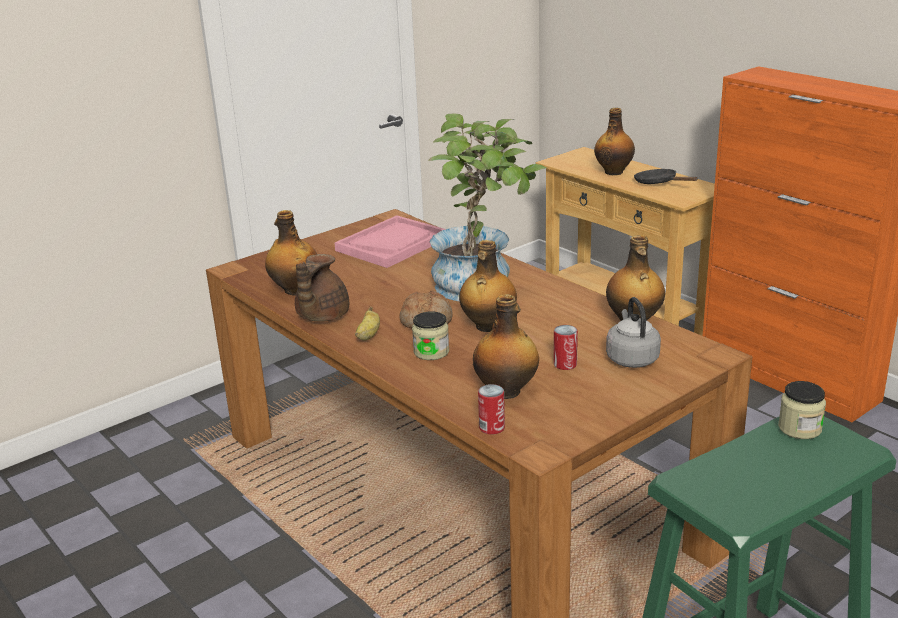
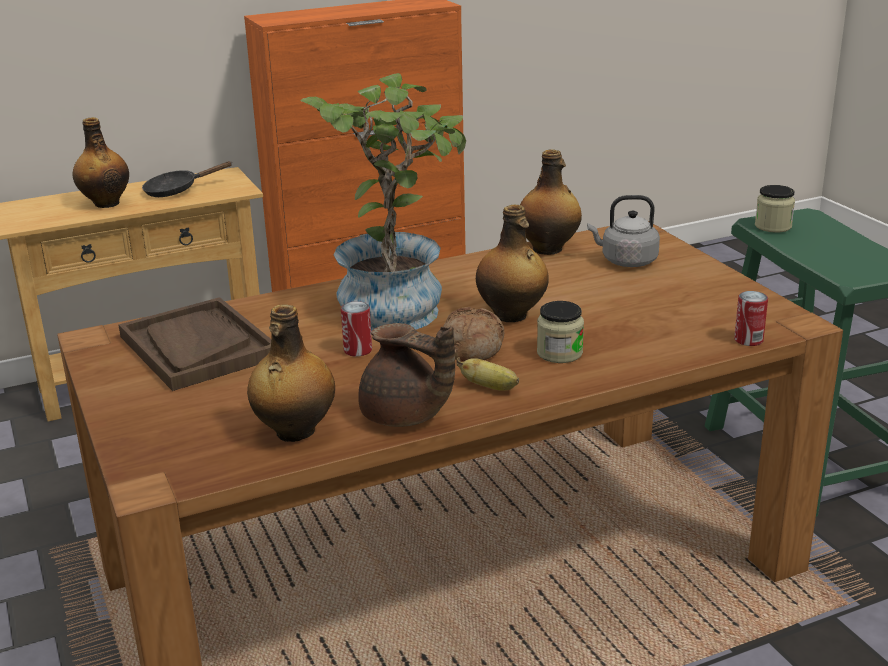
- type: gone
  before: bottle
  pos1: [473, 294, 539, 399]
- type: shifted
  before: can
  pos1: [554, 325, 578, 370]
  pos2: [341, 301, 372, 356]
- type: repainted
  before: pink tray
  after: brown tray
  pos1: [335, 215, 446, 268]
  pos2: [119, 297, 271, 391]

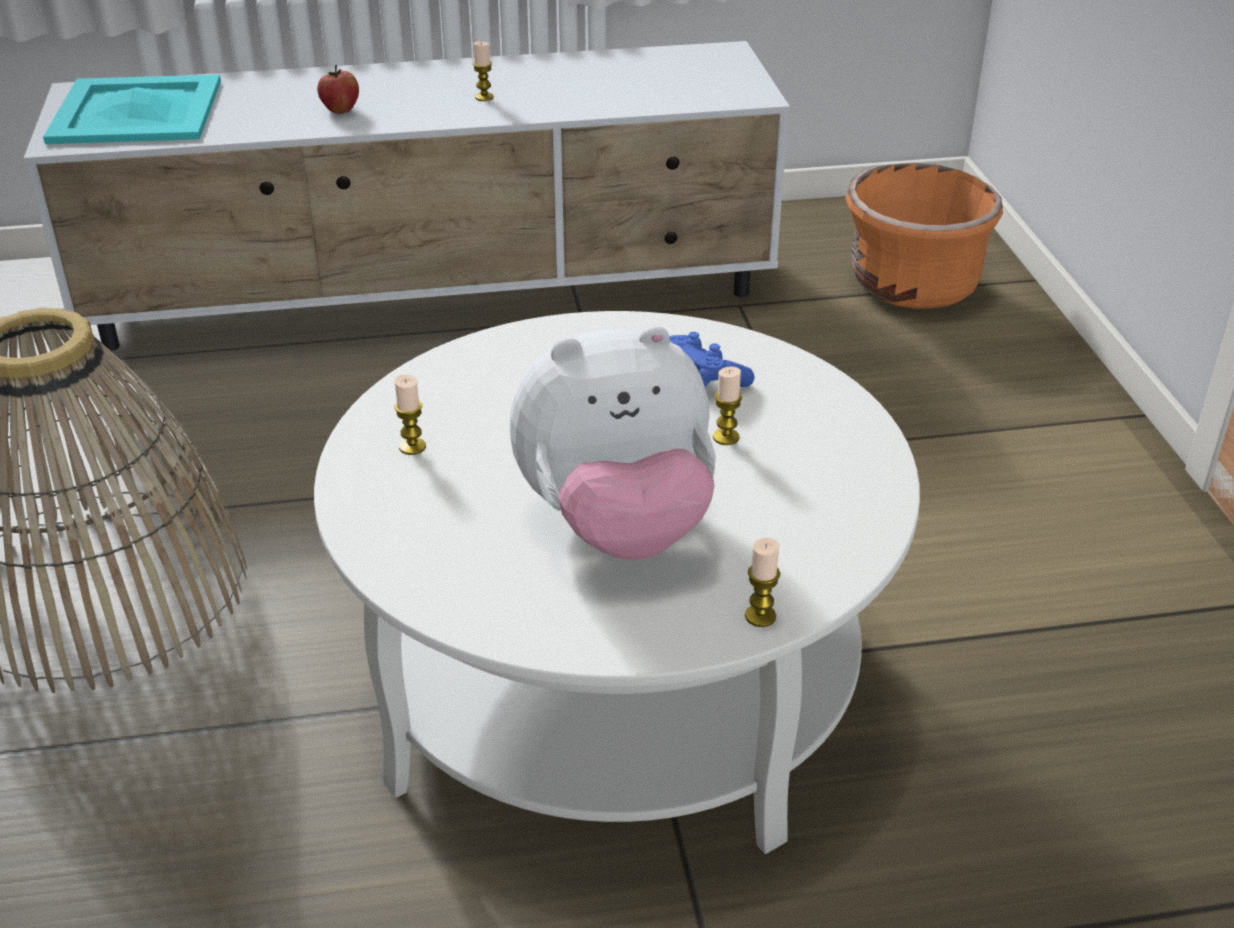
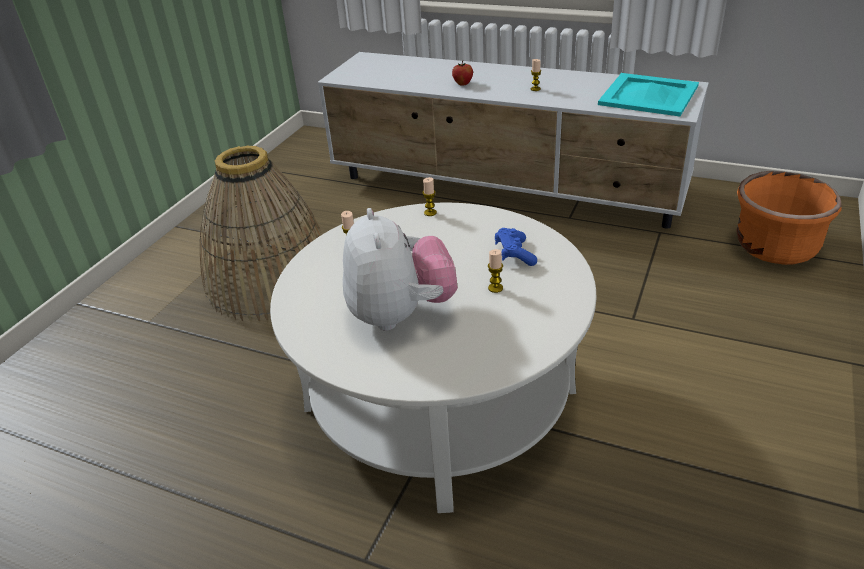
- type: shifted
  before: turquoise tray
  pos1: [43, 74, 221, 144]
  pos2: [598, 73, 699, 116]
- type: shifted
  before: candle
  pos1: [745, 538, 780, 627]
  pos2: [422, 177, 437, 216]
- type: rotated
  before: plush toy
  pos1: [509, 325, 716, 560]
  pos2: [343, 208, 458, 331]
  turn: -120

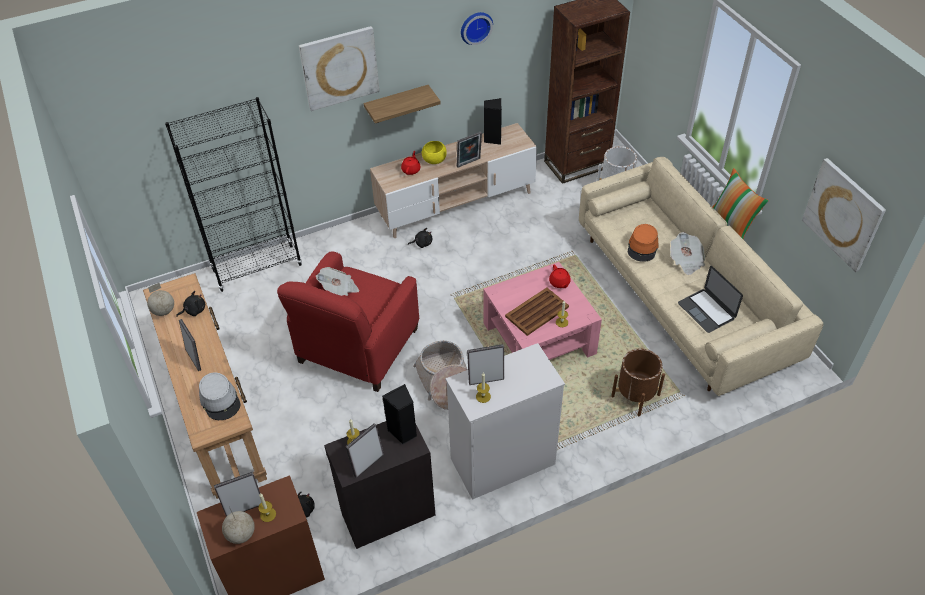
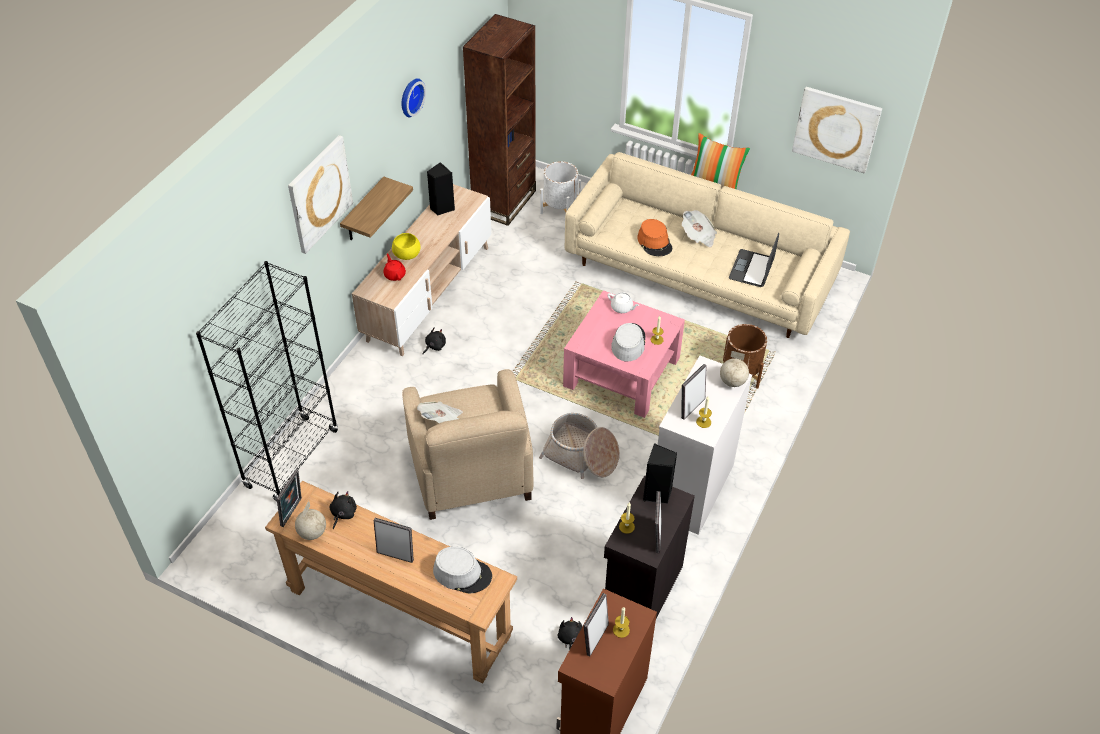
- type: shifted
  before: globe
  pos1: [222, 507, 255, 544]
  pos2: [720, 351, 749, 387]
- type: shifted
  before: picture frame
  pos1: [457, 131, 482, 168]
  pos2: [277, 469, 302, 527]
- type: swapped
  before: brown tray
  after: grey hat
  pos1: [505, 287, 569, 336]
  pos2: [611, 323, 645, 362]
- type: repainted
  before: red armchair
  after: beige armchair
  pos1: [277, 251, 419, 392]
  pos2: [402, 369, 533, 520]
- type: repainted
  before: red teapot
  after: white teapot
  pos1: [549, 265, 571, 288]
  pos2: [608, 292, 639, 313]
- type: rotated
  before: laptop
  pos1: [678, 266, 743, 333]
  pos2: [729, 232, 779, 287]
  turn: 90

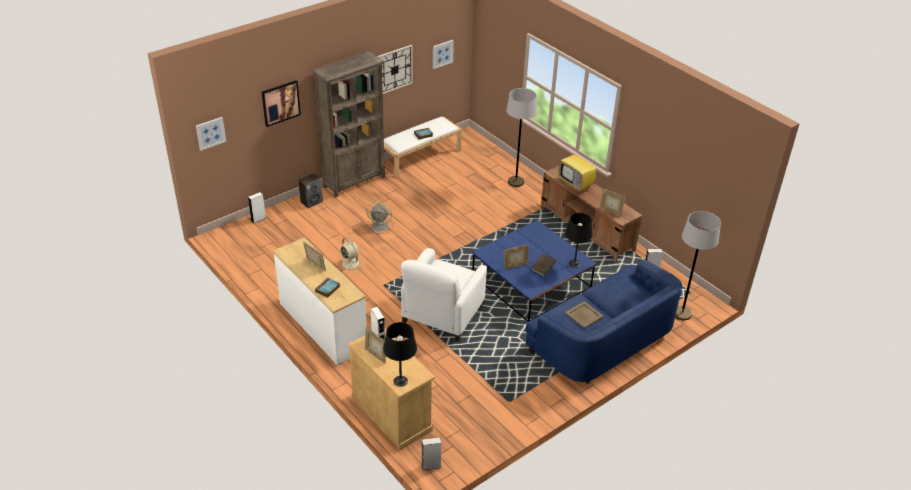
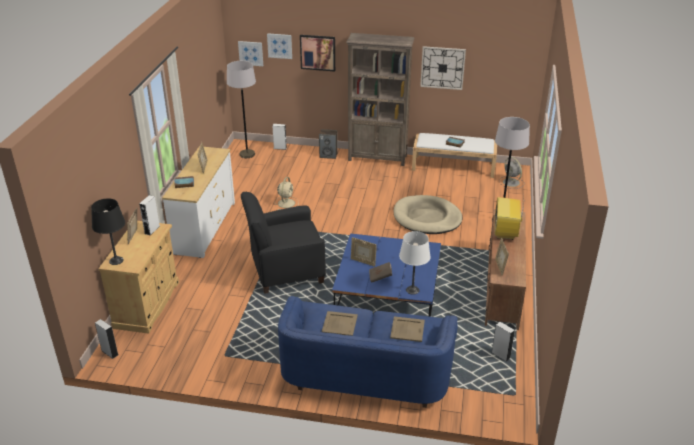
- type: new
  after: beige tray
  pos2: [390, 316, 425, 342]
- type: new
  after: beige dog bed
  pos2: [394, 195, 462, 234]
- type: shifted
  before: grey fan
  pos1: [366, 202, 393, 234]
  pos2: [499, 157, 525, 189]
- type: shifted
  before: picture
  pos1: [433, 40, 454, 69]
  pos2: [267, 33, 292, 59]
- type: shifted
  before: grey floor lamp
  pos1: [675, 211, 721, 320]
  pos2: [227, 61, 256, 158]
- type: repainted
  before: white armchair
  after: black armchair
  pos1: [401, 248, 487, 342]
  pos2: [241, 192, 326, 294]
- type: repainted
  before: black table lamp
  after: white table lamp
  pos1: [565, 213, 592, 268]
  pos2: [399, 231, 430, 295]

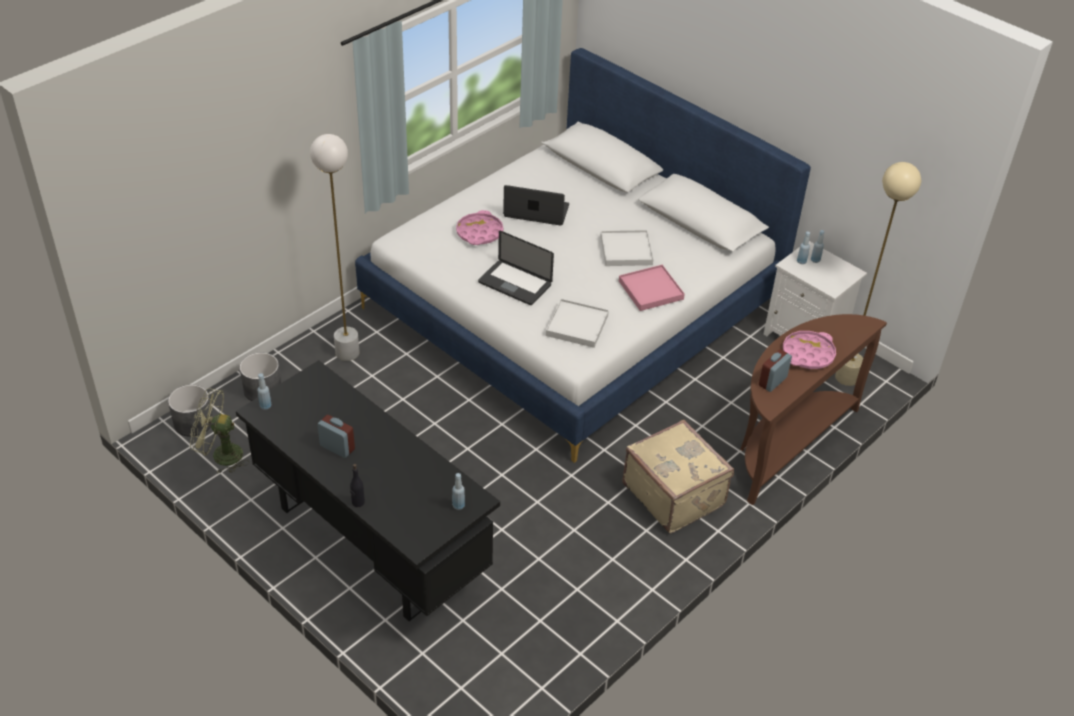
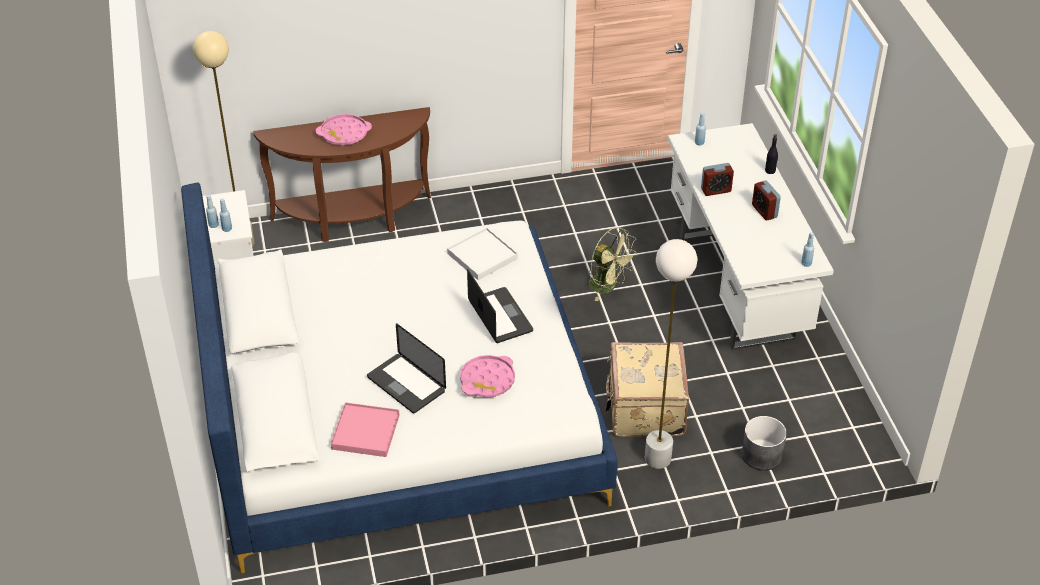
- type: gone
  before: grey planter
  pos1: [168, 385, 213, 437]
- type: gone
  before: white tray
  pos1: [600, 230, 653, 266]
- type: shifted
  before: green fan
  pos1: [190, 388, 249, 474]
  pos2: [589, 227, 636, 301]
- type: shifted
  before: pink tray
  pos1: [619, 265, 685, 311]
  pos2: [331, 402, 400, 457]
- type: shifted
  before: beige suitcase
  pos1: [622, 420, 734, 534]
  pos2: [605, 342, 689, 437]
- type: shifted
  before: alarm clock
  pos1: [759, 349, 792, 392]
  pos2: [701, 163, 734, 196]
- type: repainted
  before: black desk
  after: white desk
  pos1: [236, 360, 500, 622]
  pos2: [668, 123, 834, 350]

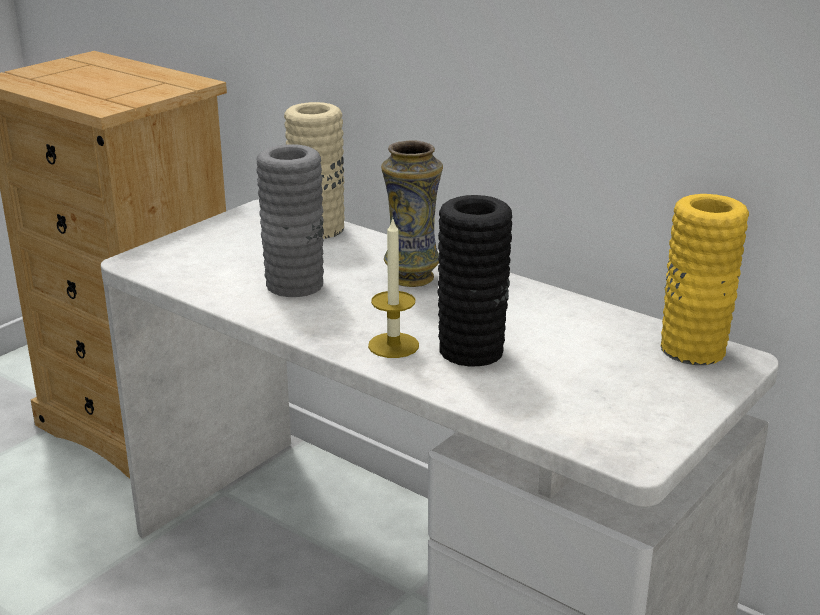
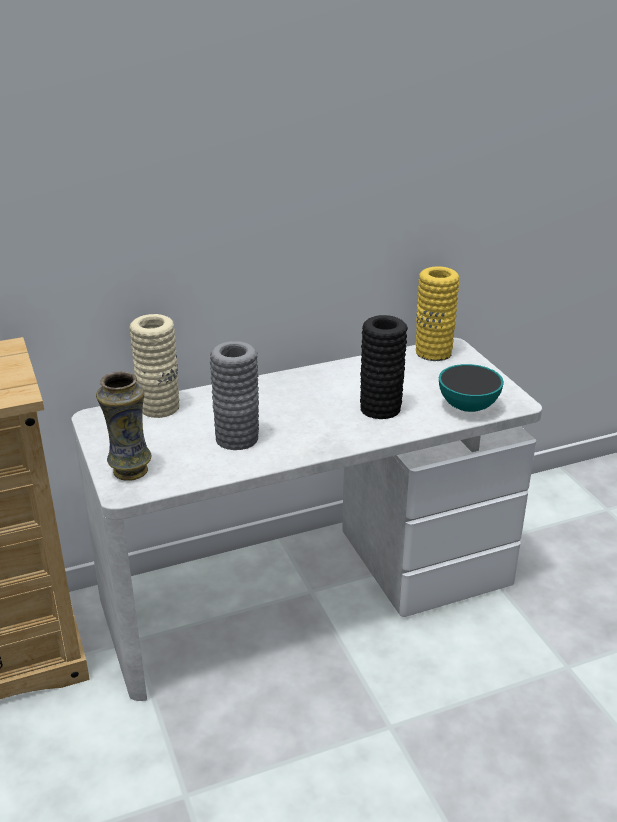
- type: gone
  before: candle
  pos1: [368, 217, 419, 358]
- type: new
  after: bowl
  pos2: [439, 364, 504, 412]
- type: shifted
  before: vase
  pos1: [381, 140, 443, 287]
  pos2: [96, 372, 151, 481]

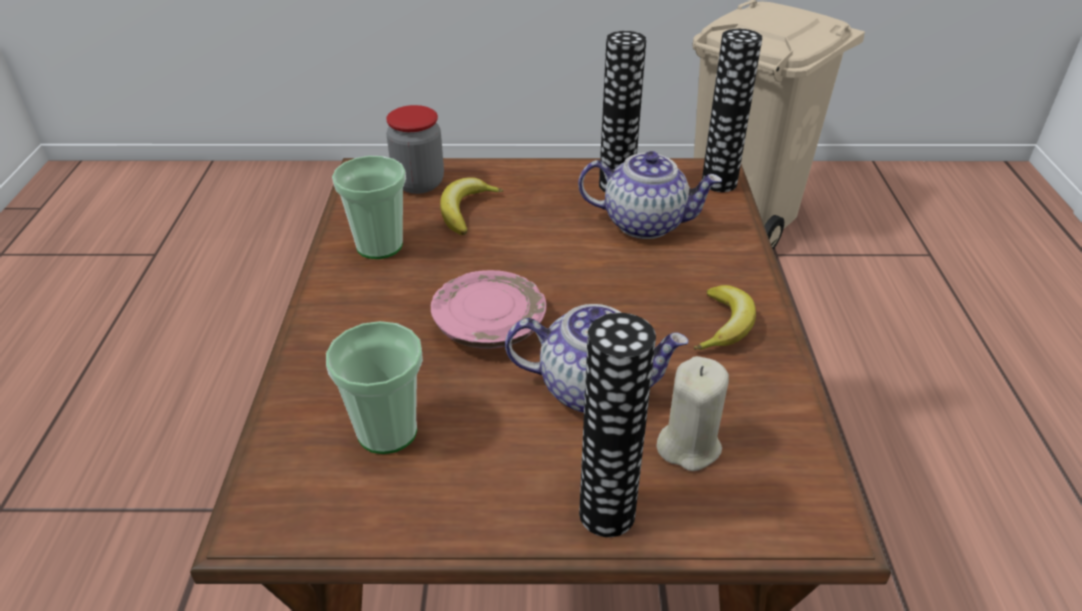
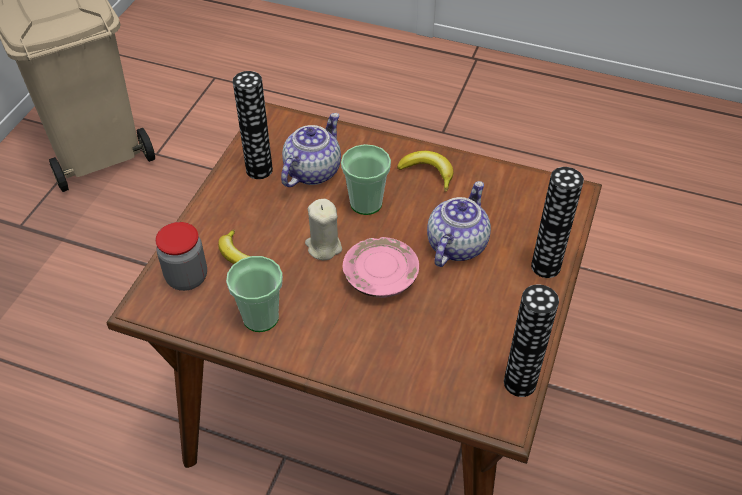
- type: shifted
  before: cup
  pos1: [326, 321, 423, 454]
  pos2: [341, 144, 391, 215]
- type: shifted
  before: beige candle
  pos1: [656, 356, 729, 471]
  pos2: [305, 199, 342, 260]
- type: shifted
  before: vase
  pos1: [702, 29, 762, 192]
  pos2: [504, 284, 559, 397]

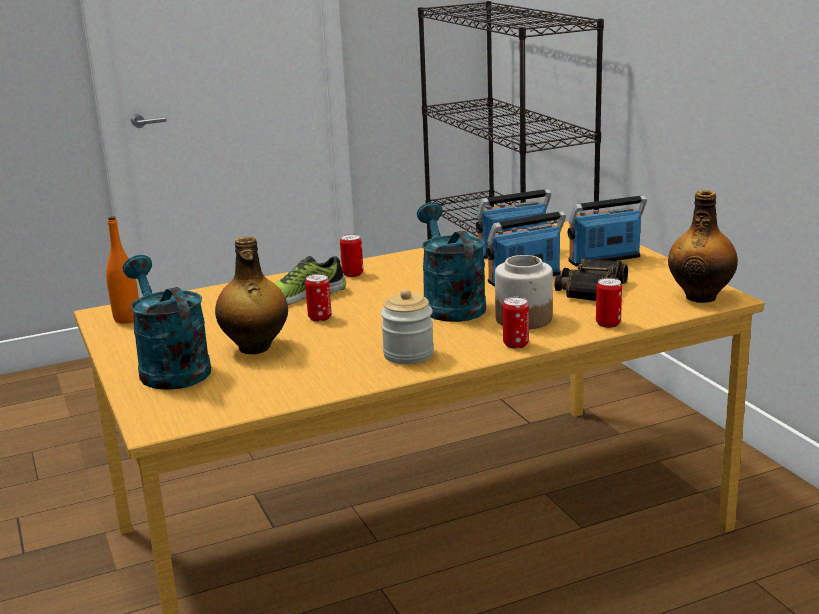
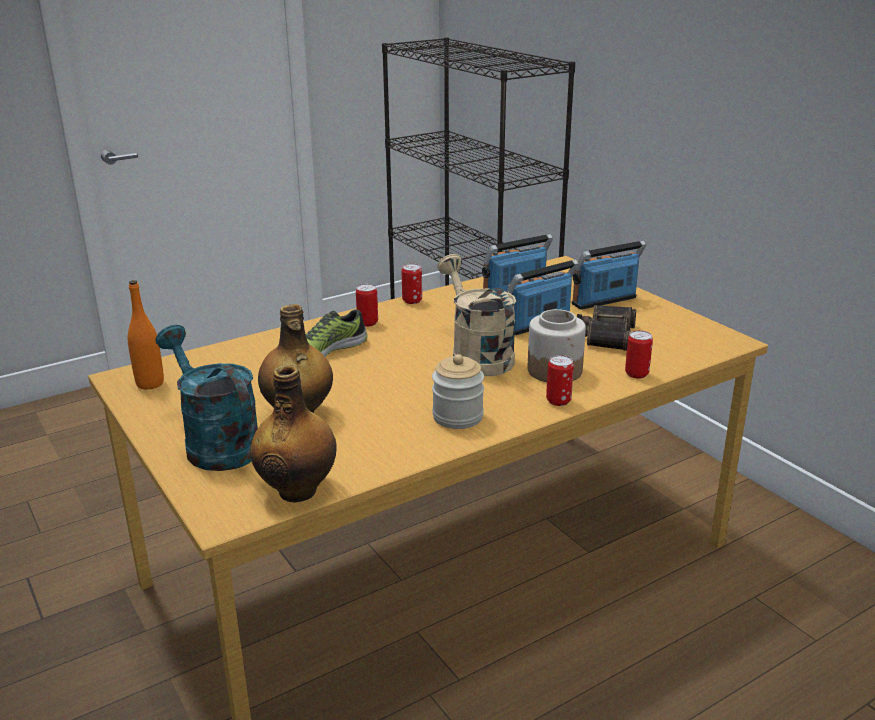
- type: shifted
  before: can
  pos1: [305, 274, 332, 322]
  pos2: [402, 264, 422, 304]
- type: shifted
  before: bottle
  pos1: [668, 190, 738, 303]
  pos2: [250, 365, 337, 503]
- type: repainted
  before: turquoise watering can
  after: beige watering can
  pos1: [417, 202, 486, 322]
  pos2: [437, 254, 516, 376]

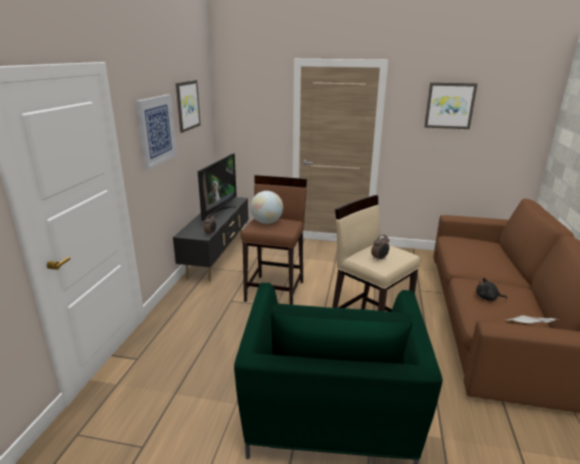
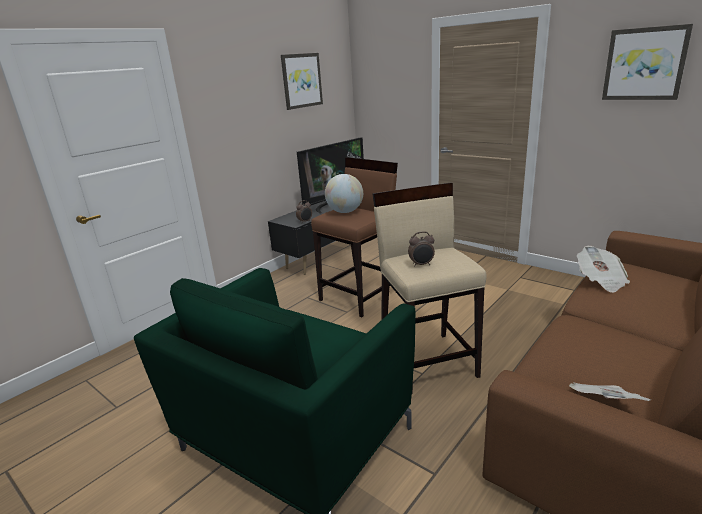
- type: gone
  before: picture
  pos1: [136, 94, 177, 170]
- type: gone
  before: black plush toy
  pos1: [476, 278, 507, 301]
- type: new
  after: newspaper
  pos2: [577, 246, 630, 293]

